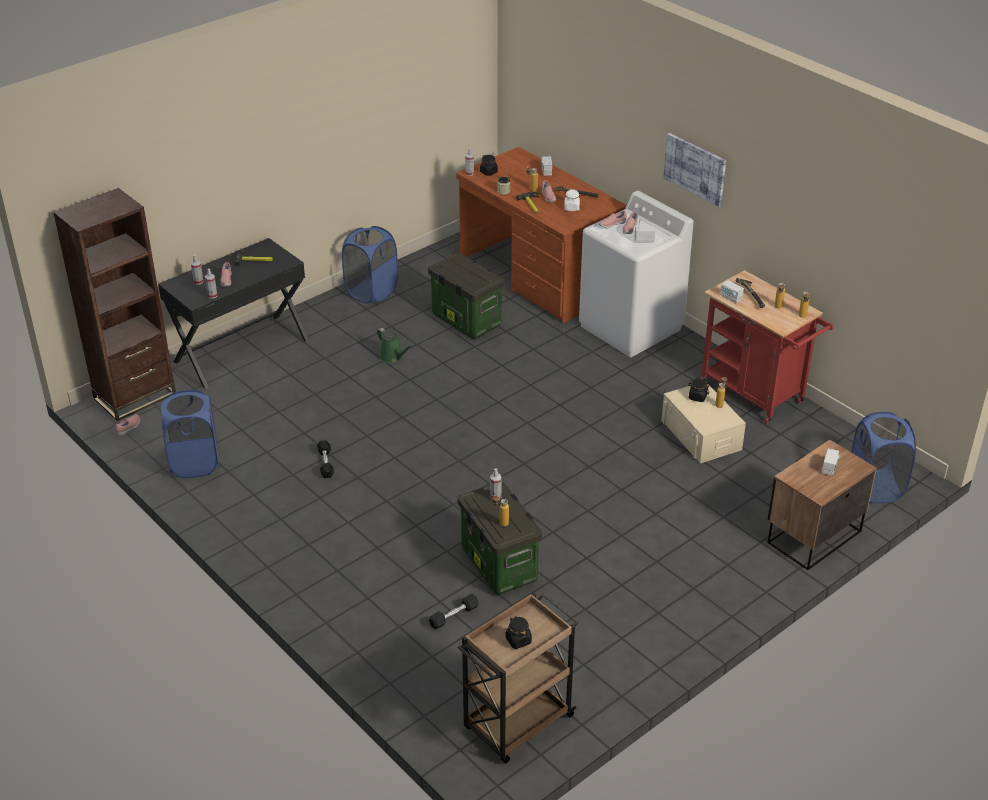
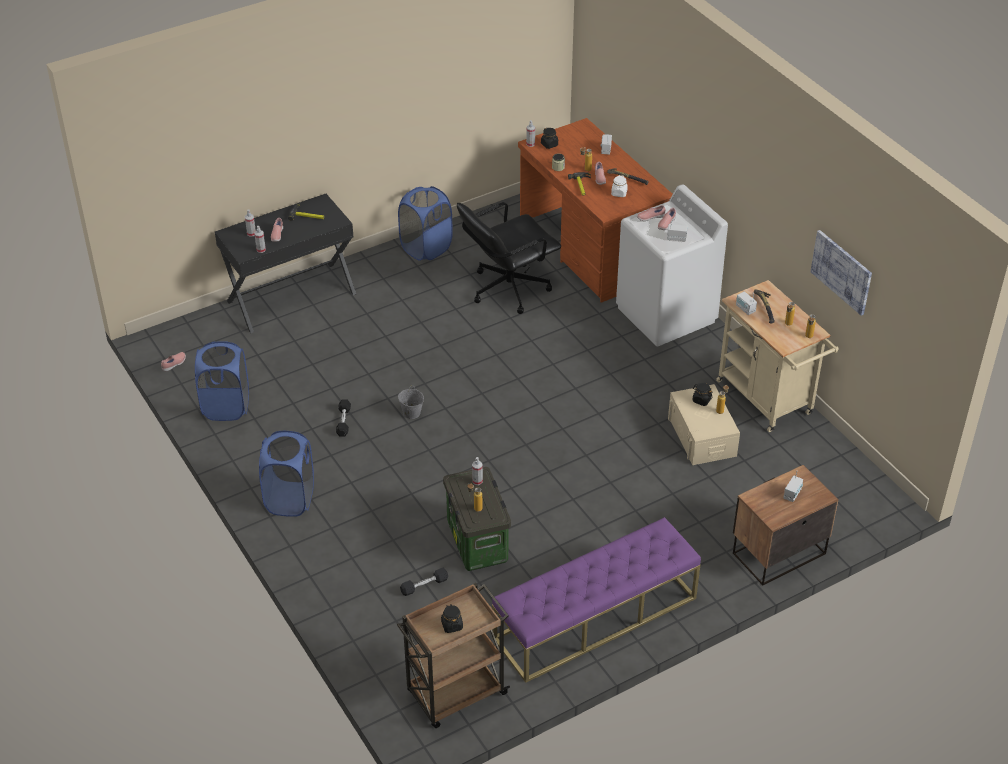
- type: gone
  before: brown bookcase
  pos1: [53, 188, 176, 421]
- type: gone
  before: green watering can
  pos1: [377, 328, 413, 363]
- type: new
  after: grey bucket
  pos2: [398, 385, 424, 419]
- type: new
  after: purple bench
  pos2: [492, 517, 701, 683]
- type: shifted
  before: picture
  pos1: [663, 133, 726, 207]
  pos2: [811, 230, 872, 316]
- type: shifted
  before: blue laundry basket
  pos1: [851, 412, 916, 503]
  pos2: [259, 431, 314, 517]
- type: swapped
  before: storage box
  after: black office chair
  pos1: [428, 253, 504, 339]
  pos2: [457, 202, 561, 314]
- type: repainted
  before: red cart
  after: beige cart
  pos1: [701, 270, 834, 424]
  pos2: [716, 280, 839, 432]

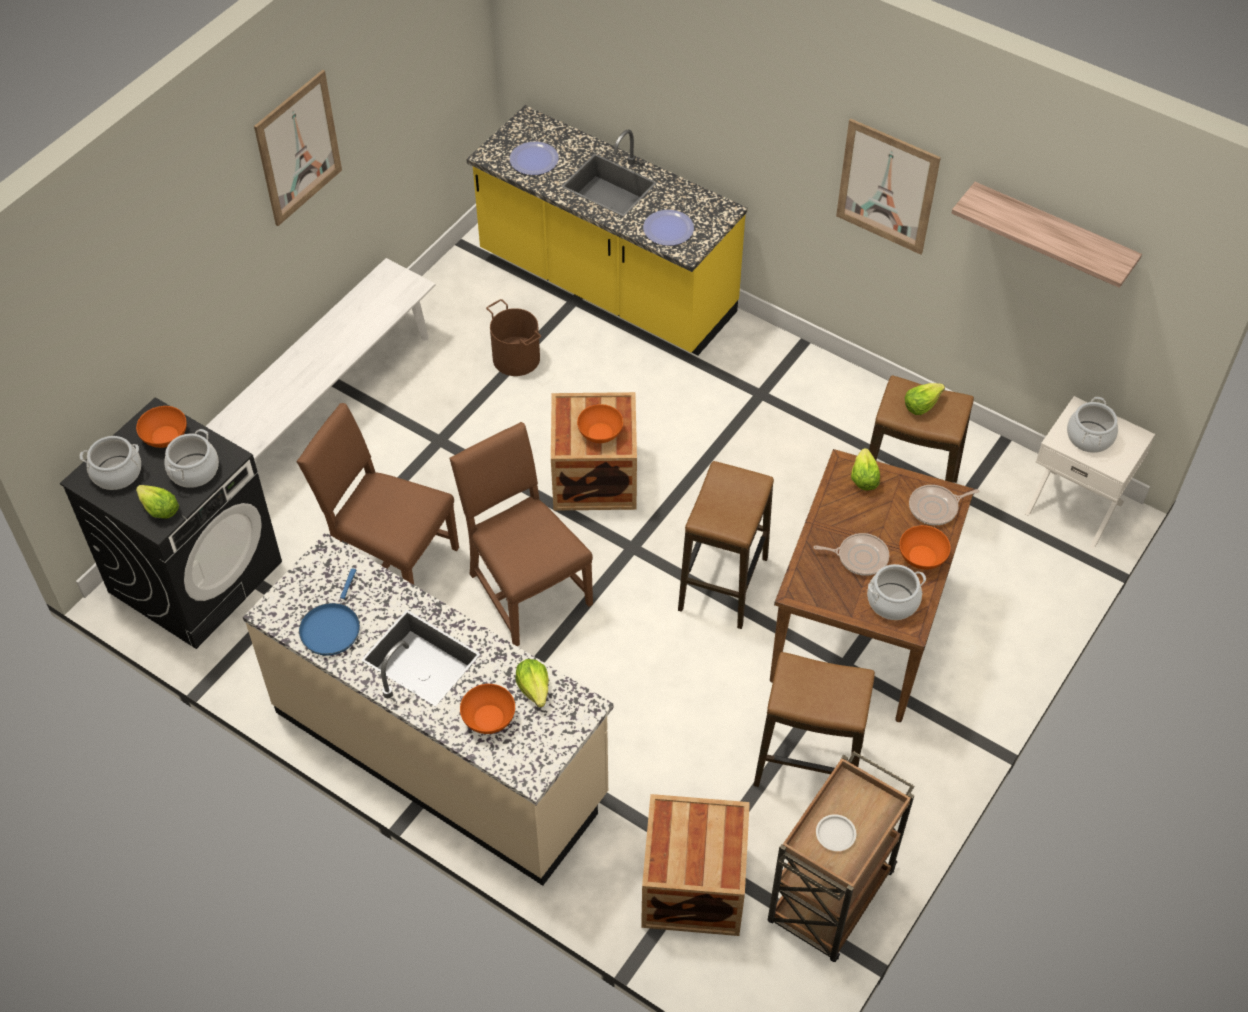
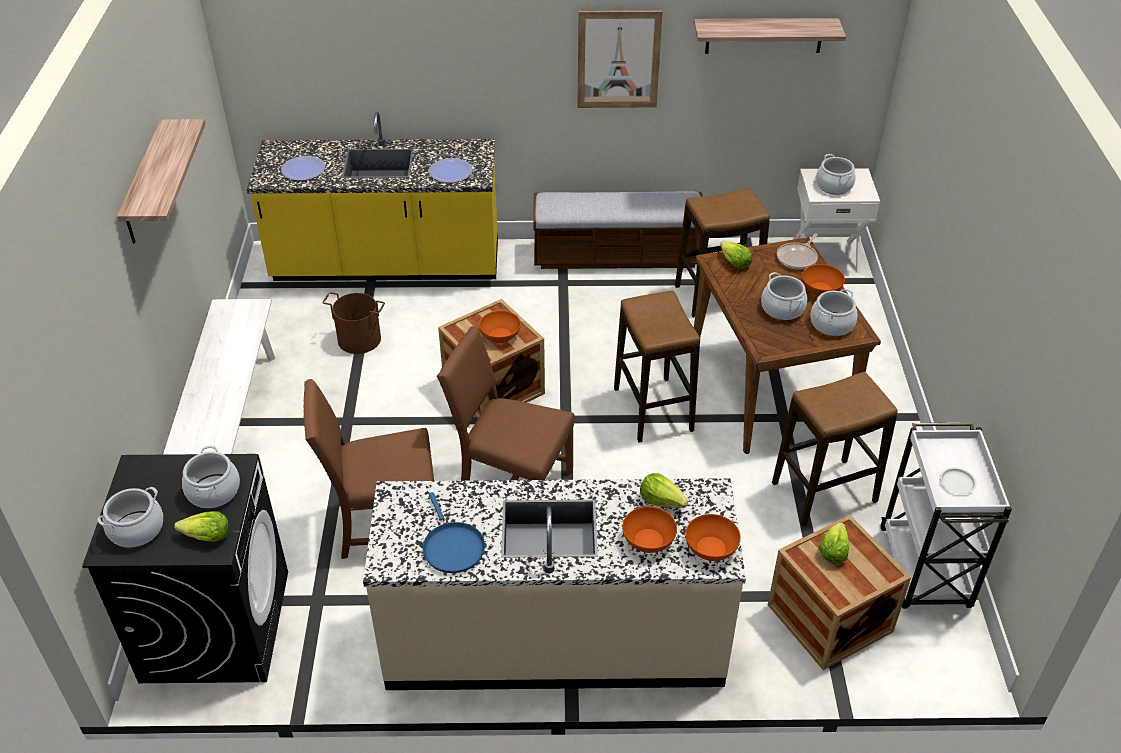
- type: new
  after: bench
  pos2: [533, 191, 703, 269]
- type: shifted
  before: orange bowl
  pos1: [136, 406, 187, 448]
  pos2: [685, 514, 741, 561]
- type: shifted
  before: lettuce
  pos1: [905, 383, 945, 415]
  pos2: [819, 522, 849, 564]
- type: swapped
  before: picture
  after: shelf
  pos1: [254, 70, 342, 226]
  pos2: [117, 119, 206, 244]
- type: swapped
  before: frying pan
  after: cooking pot
  pos1: [813, 533, 889, 576]
  pos2: [761, 272, 807, 320]
- type: repainted
  before: brown cart
  after: white cart
  pos1: [768, 751, 914, 962]
  pos2: [880, 423, 1012, 609]

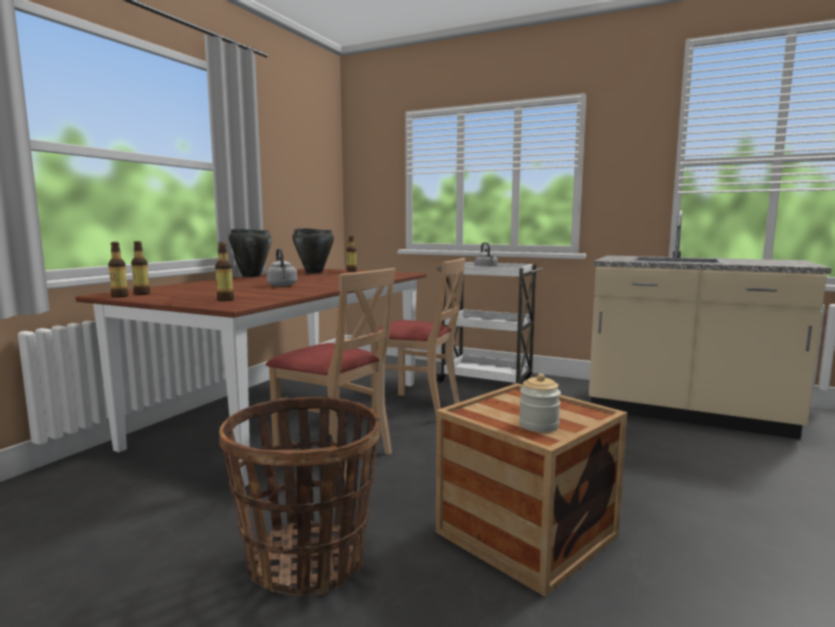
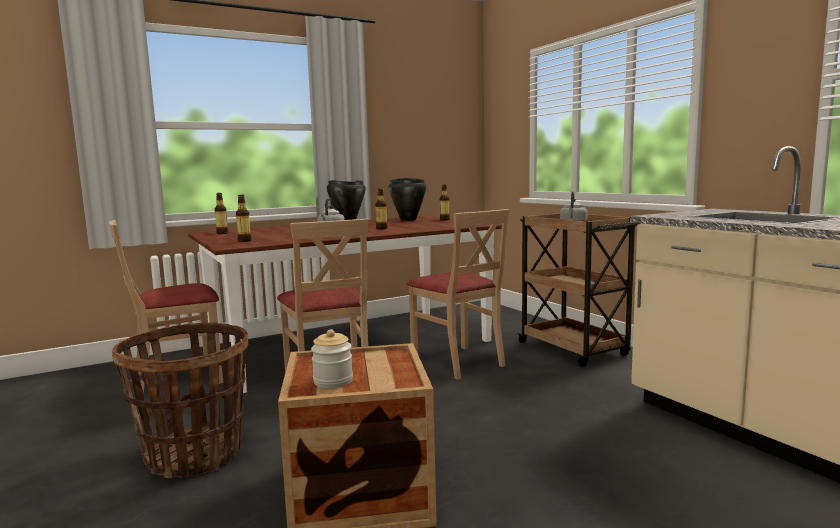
- type: new
  after: beige chair
  pos2: [109, 220, 223, 394]
- type: shifted
  before: bottle
  pos1: [108, 242, 128, 298]
  pos2: [375, 188, 387, 229]
- type: repainted
  before: white cart
  after: brown cart
  pos1: [436, 262, 543, 385]
  pos2: [517, 213, 640, 367]

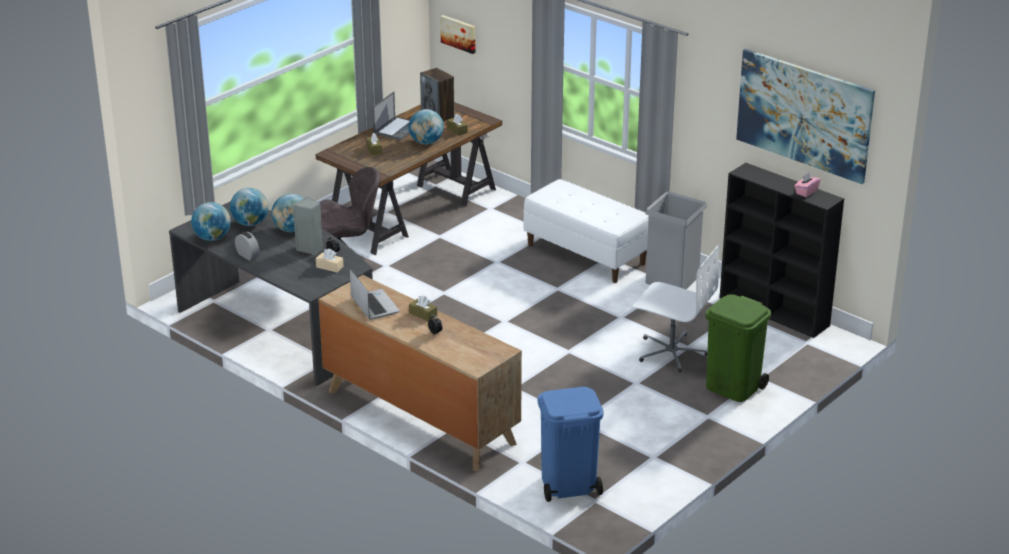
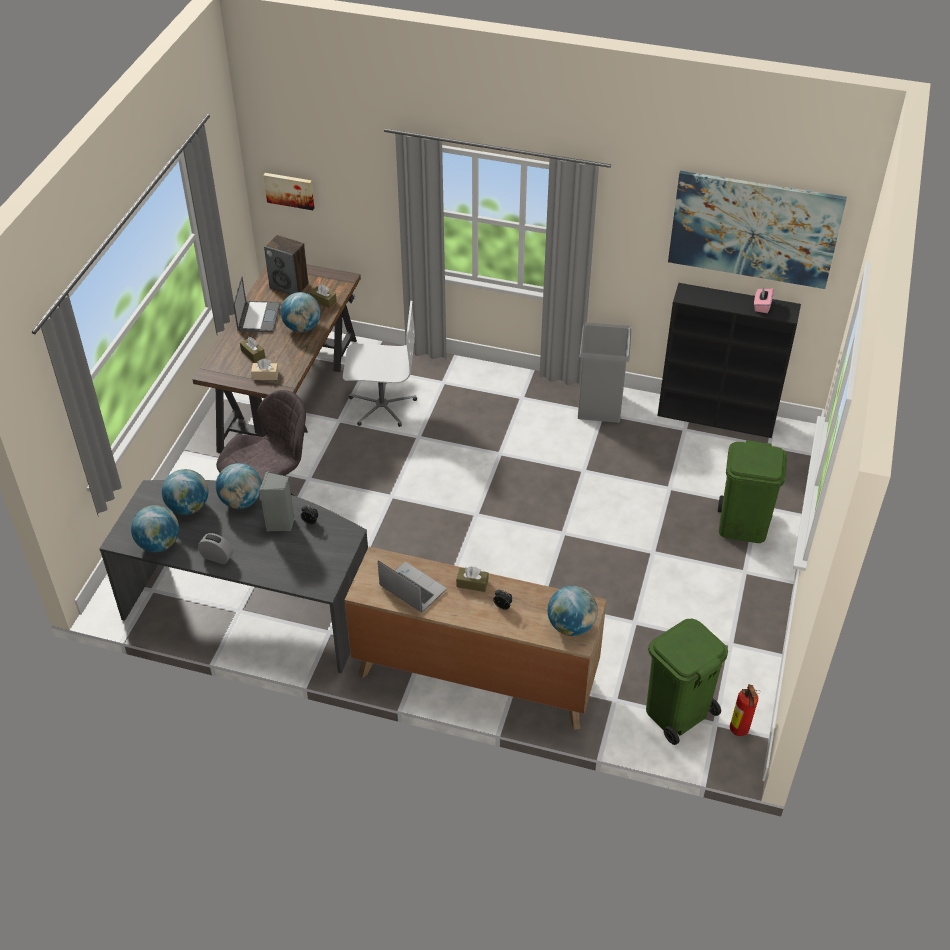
- type: gone
  before: white bench
  pos1: [523, 179, 649, 283]
- type: new
  after: globe
  pos2: [547, 586, 598, 636]
- type: new
  after: fire extinguisher
  pos2: [730, 684, 761, 736]
- type: shifted
  before: beige tissue box
  pos1: [316, 249, 344, 272]
  pos2: [251, 359, 279, 380]
- type: shifted
  before: white office chair
  pos1: [633, 245, 719, 373]
  pos2: [343, 301, 417, 427]
- type: repainted
  before: blue trash can
  after: green trash can
  pos1: [538, 387, 604, 502]
  pos2: [646, 619, 728, 745]

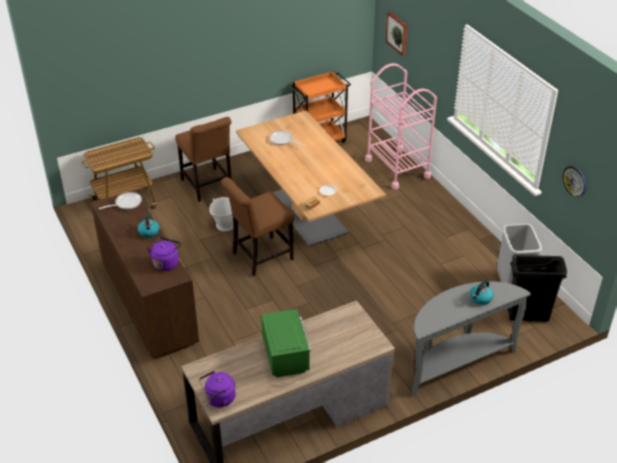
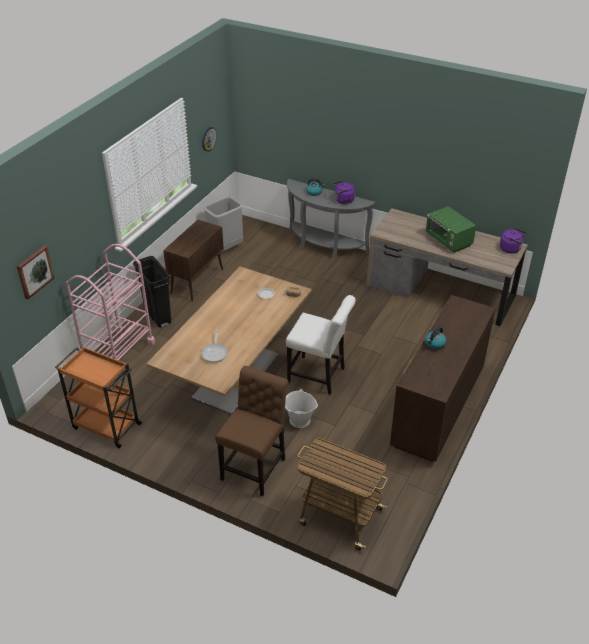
- type: gone
  before: frying pan
  pos1: [99, 192, 142, 210]
- type: new
  after: brown cabinet
  pos2: [163, 220, 224, 301]
- type: shifted
  before: purple kettle
  pos1: [147, 237, 181, 271]
  pos2: [332, 180, 355, 204]
- type: shifted
  before: black trash can
  pos1: [508, 255, 567, 322]
  pos2: [133, 256, 171, 328]
- type: repainted
  before: brown chair
  after: white chair
  pos1: [221, 177, 294, 276]
  pos2: [286, 295, 356, 395]
- type: rotated
  before: green microwave
  pos1: [261, 309, 311, 377]
  pos2: [425, 206, 476, 253]
  turn: -75

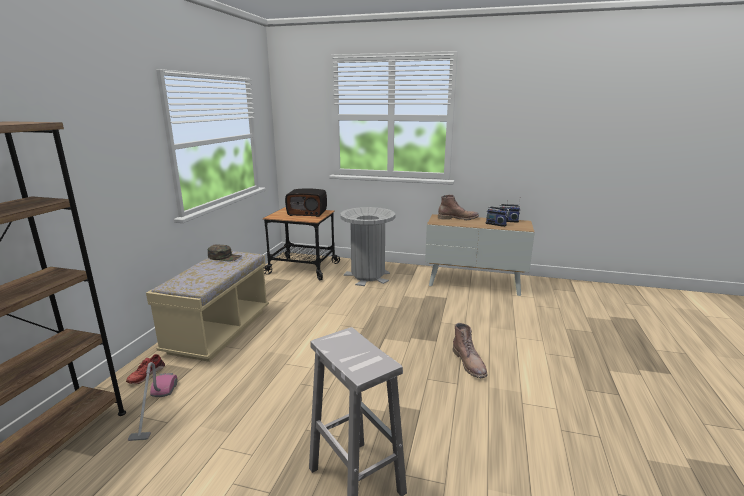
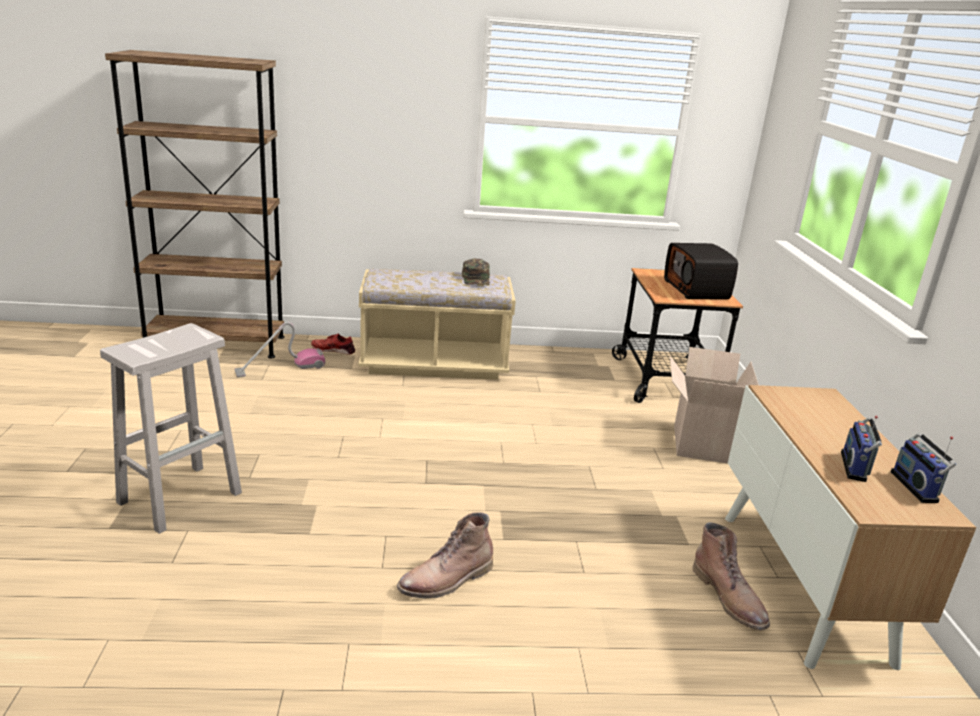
- type: shifted
  before: brown boot
  pos1: [438, 195, 479, 220]
  pos2: [692, 522, 770, 631]
- type: swapped
  before: grey trash can
  after: cardboard box
  pos1: [340, 207, 396, 286]
  pos2: [670, 347, 759, 464]

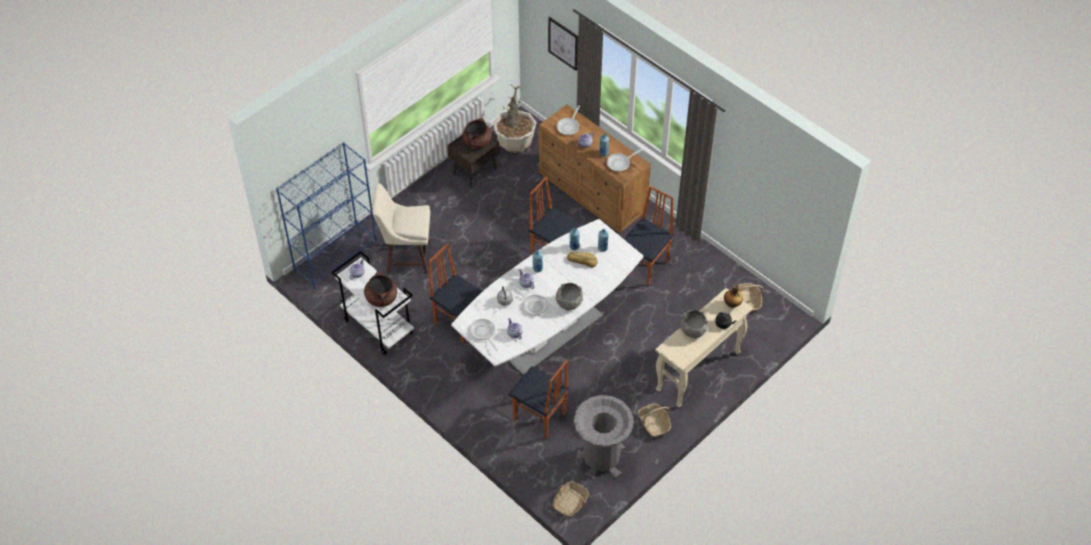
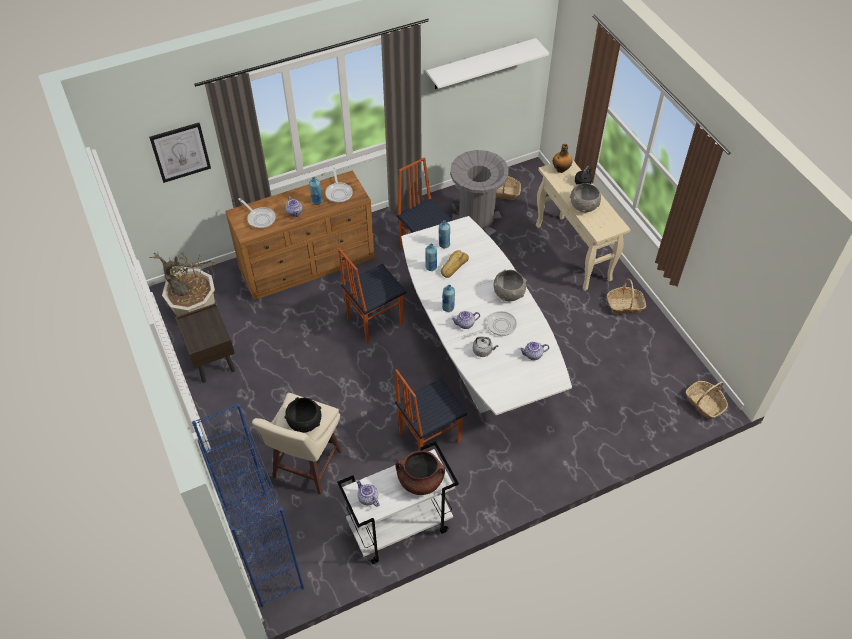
- type: gone
  before: brown cooking pot
  pos1: [462, 118, 492, 149]
- type: gone
  before: frying pan
  pos1: [470, 319, 498, 351]
- type: gone
  before: chair
  pos1: [509, 360, 569, 439]
- type: new
  after: black bowl
  pos2: [284, 397, 321, 433]
- type: new
  after: white shelf
  pos2: [426, 38, 549, 89]
- type: shifted
  before: grey trash can
  pos1: [574, 395, 634, 479]
  pos2: [450, 150, 509, 236]

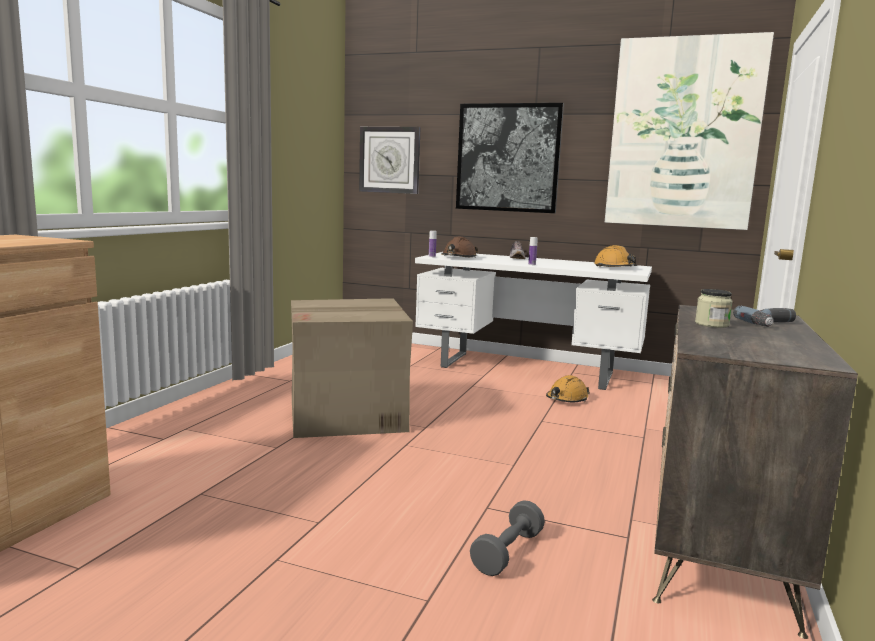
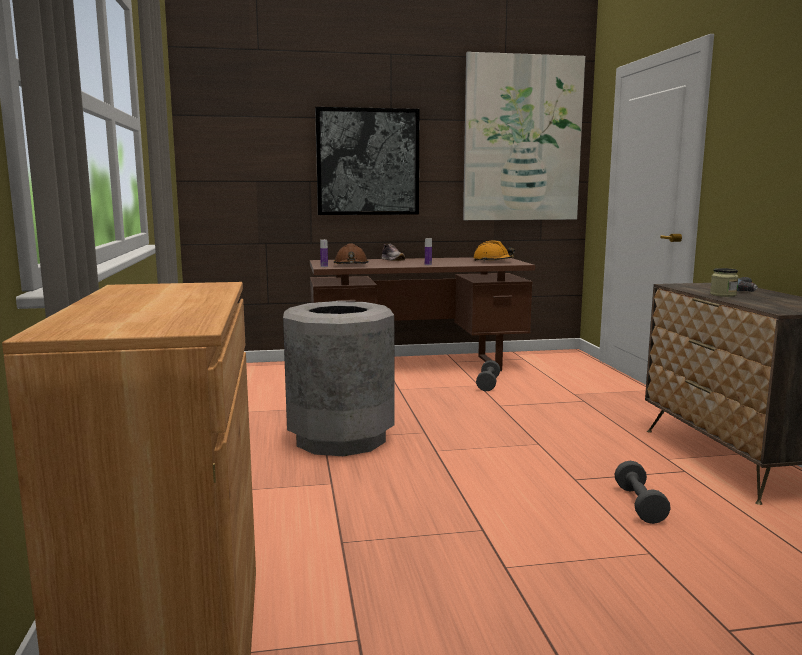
- type: gone
  before: wall clock
  pos1: [359, 127, 421, 194]
- type: swapped
  before: cardboard box
  after: grey trash can
  pos1: [291, 298, 413, 438]
  pos2: [283, 301, 395, 456]
- type: swapped
  before: orange hard hat
  after: grey dumbbell
  pos1: [546, 375, 590, 402]
  pos2: [476, 360, 500, 391]
- type: repainted
  before: white desk
  after: brown desk
  pos1: [415, 252, 652, 390]
  pos2: [310, 257, 535, 371]

